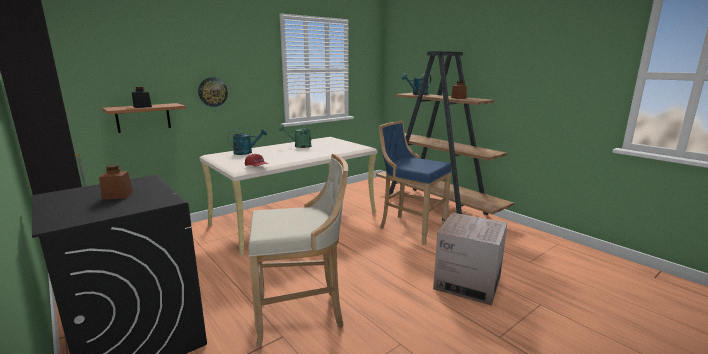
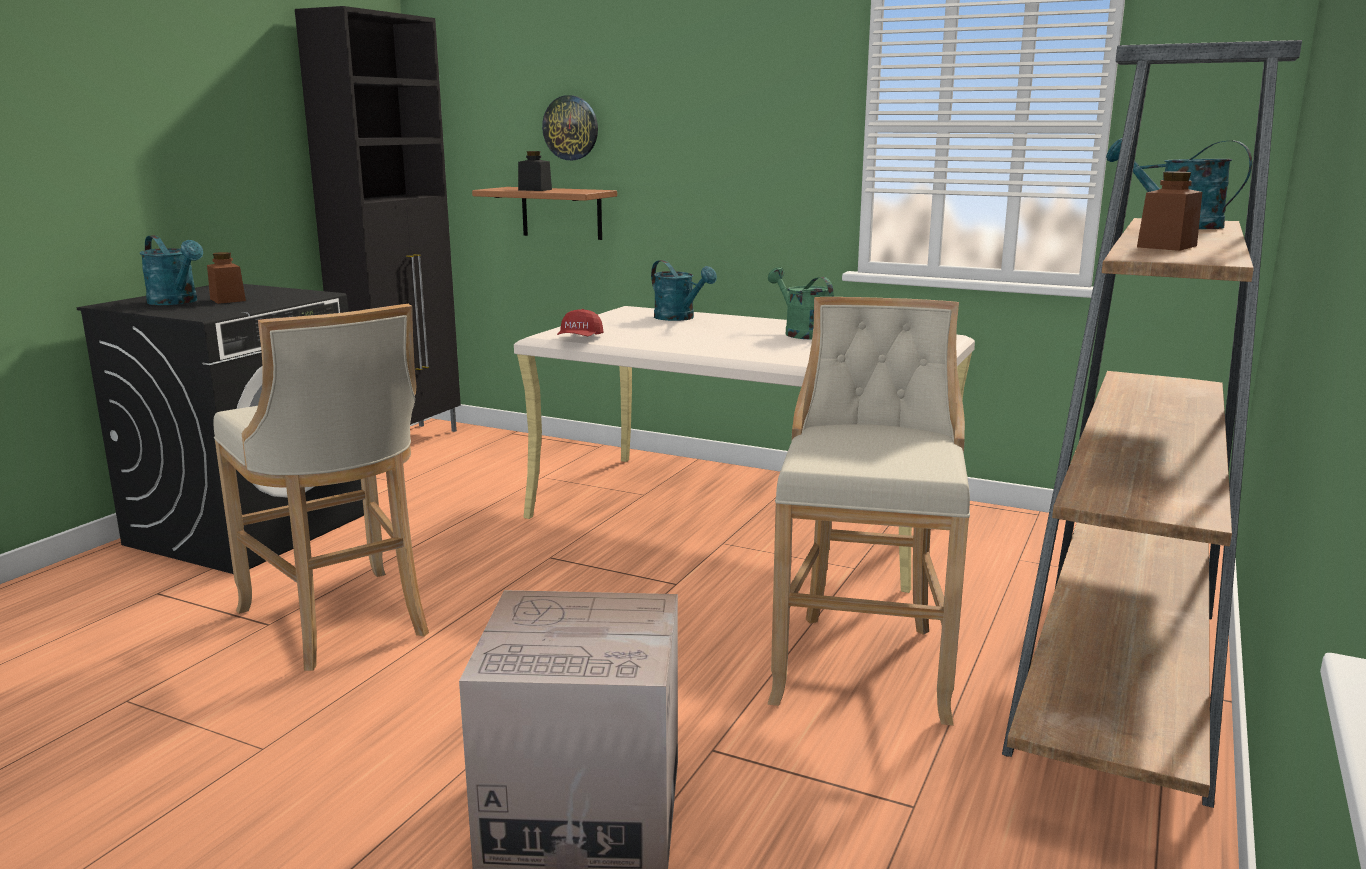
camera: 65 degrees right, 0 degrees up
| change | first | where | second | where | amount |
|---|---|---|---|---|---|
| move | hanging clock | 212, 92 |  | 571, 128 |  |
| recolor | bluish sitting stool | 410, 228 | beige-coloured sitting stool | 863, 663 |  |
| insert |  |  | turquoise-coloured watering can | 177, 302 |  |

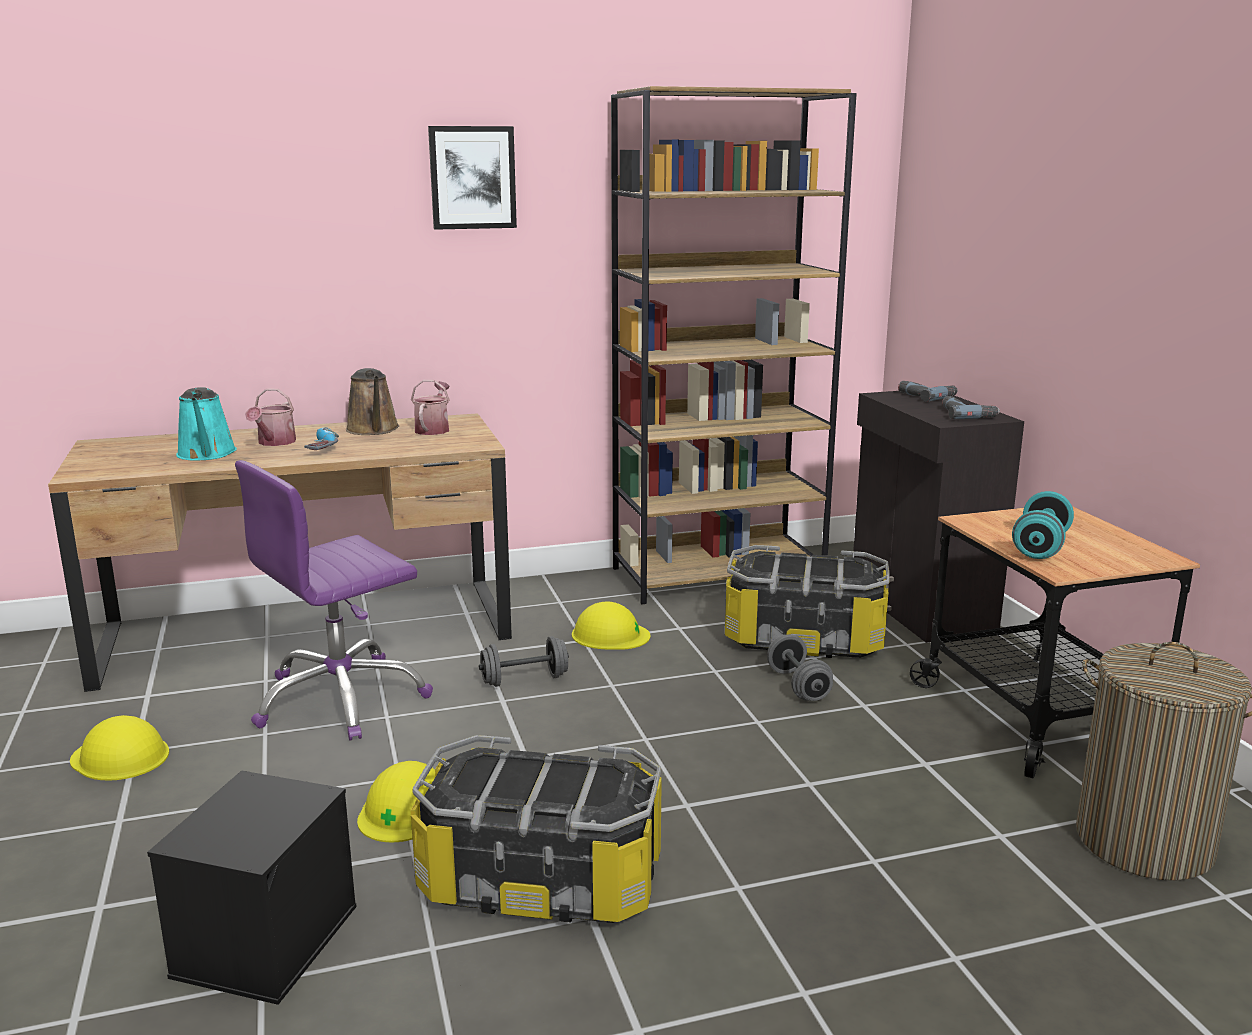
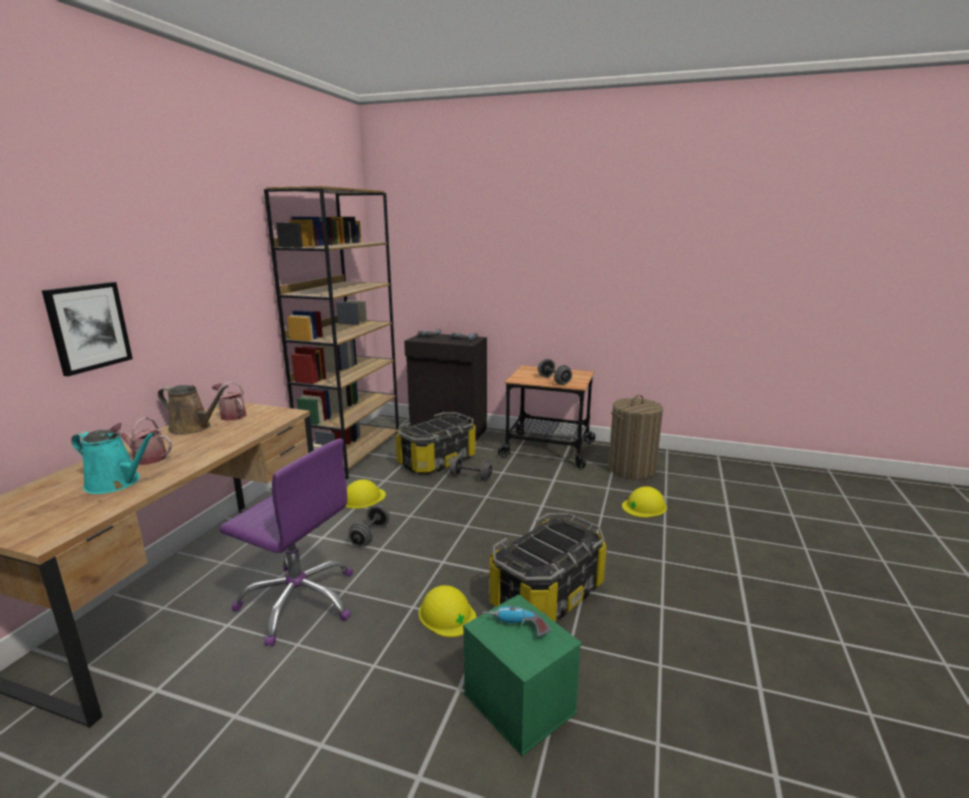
camera: 55 degrees left, 0 degrees up
| change | first | where | second | where | amount |
|---|---|---|---|---|---|
| move | yellowish hard hat | 120, 757 |  | 644, 506 |  |
| recolor | black-coloured storage bin | 265, 939 | green storage bin | 517, 703 |  |
| rotate | purple computer chair | 341, 699 |  | 299, 601 | 60 degrees counterclockwise |
| rotate | watering can | 274, 442 |  | 146, 458 | 150 degrees clockwise |
| move | power drill | 320, 448 |  | 516, 627 |  |
| move | wall picture | 472, 177 |  | 88, 327 |  |
| recolor | turquoise-coloured hand weight | 1040, 547 | grey hand weight | 554, 380 |  |

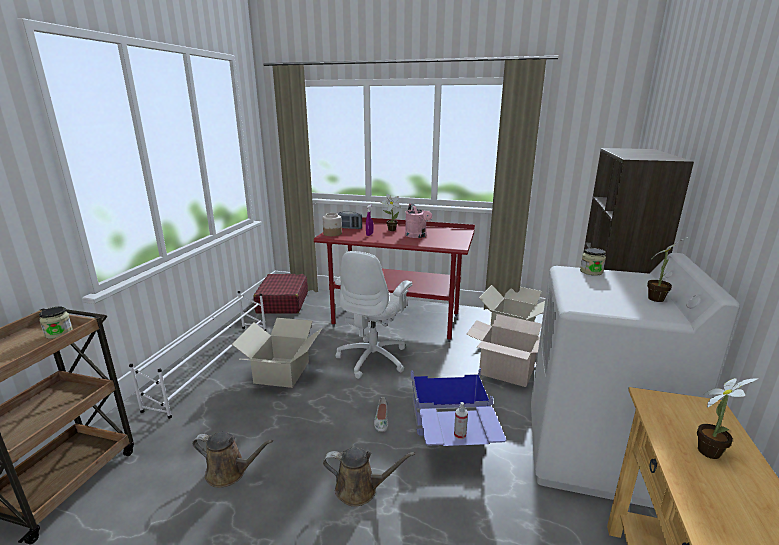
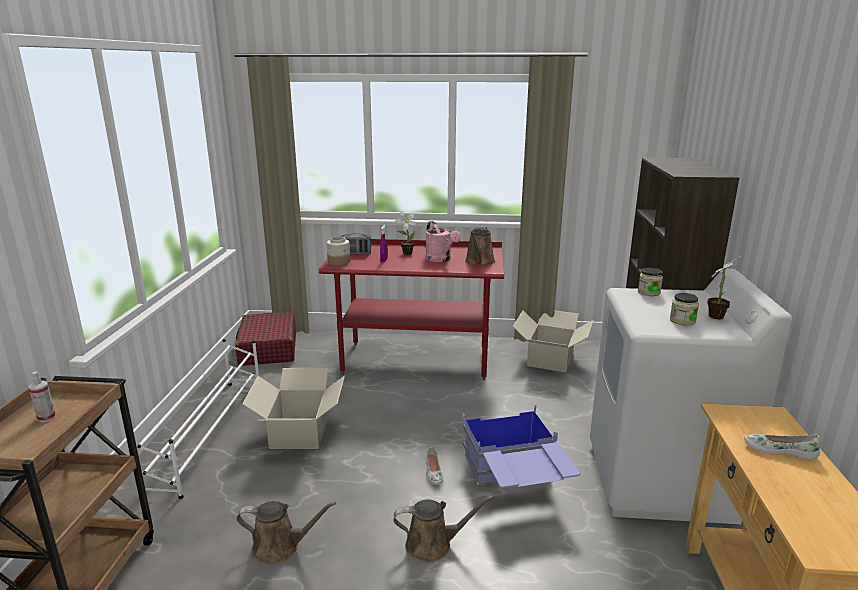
camera: 10 degrees left, 0 degrees up
| change | first | where | second | where | amount |
|---|---|---|---|---|---|
| move | preserve jar | 59, 333 |  | 682, 321 |  |
| delete | white-coloured computer chair | 374, 358 |  |  |  |
| move | hand sprayer | 460, 435 |  | 46, 417 |  |
| delete | cardboard box | 507, 371 |  |  |  |
| replace | potted plant | 710, 450 | white-coloured low shoe | 779, 450 |  |
| insert |  |  | brown-coloured watering can | 479, 262 |  |

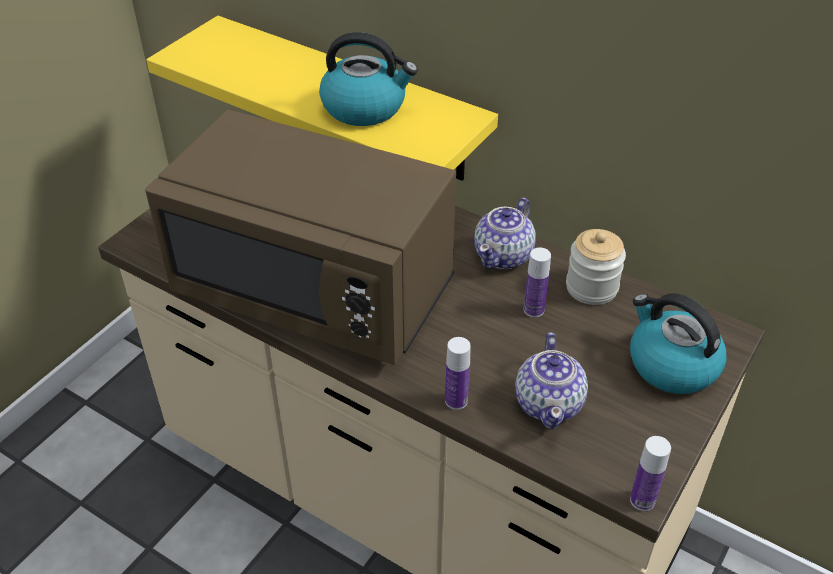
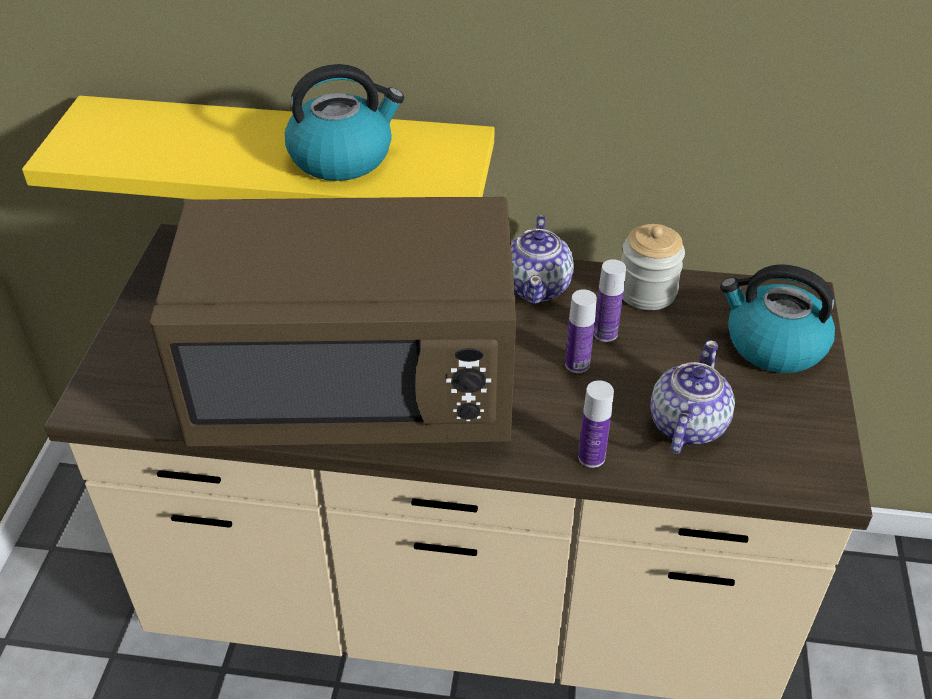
camera: 25 degrees left, 0 degrees up
| change | first | where | second | where | amount |
|---|---|---|---|---|---|
| rotate | pot for tea | 549, 403 |  | 686, 425 | 135 degrees counterclockwise |
| move | beverage bottle | 642, 500 |  | 577, 364 |  |

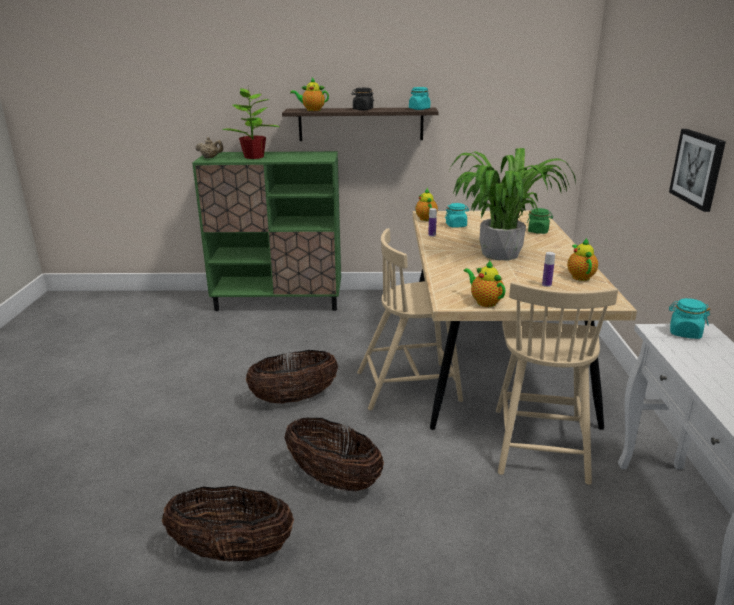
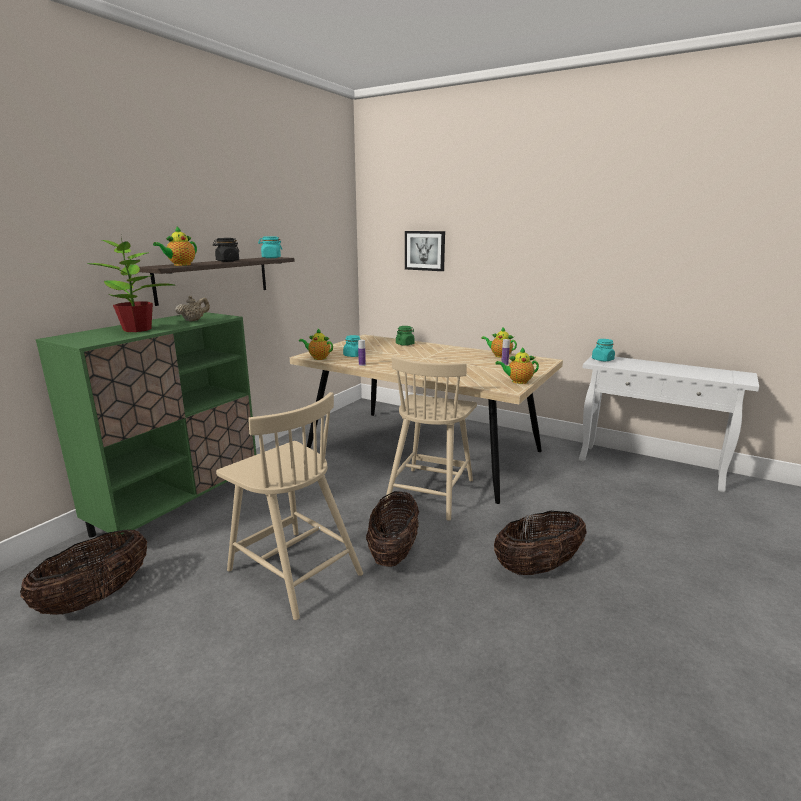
camera: 60 degrees left, 5 degrees down
| change | first | where | second | where | amount |
|---|---|---|---|---|---|
| move | storage basket | 232, 551 |  | 96, 597 |  |
| move | beige-coloured pot for tea | 210, 158 |  | 194, 320 |  |
| delete | potted plant | 499, 254 |  |  |  |
| move | beige-coloured upright chair | 539, 443 |  | 293, 571 |  |
| move | wall picture | 698, 168 |  | 425, 250 |  |

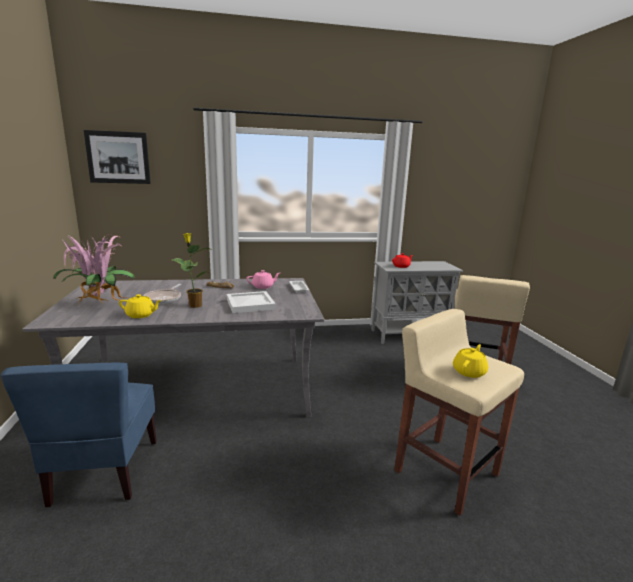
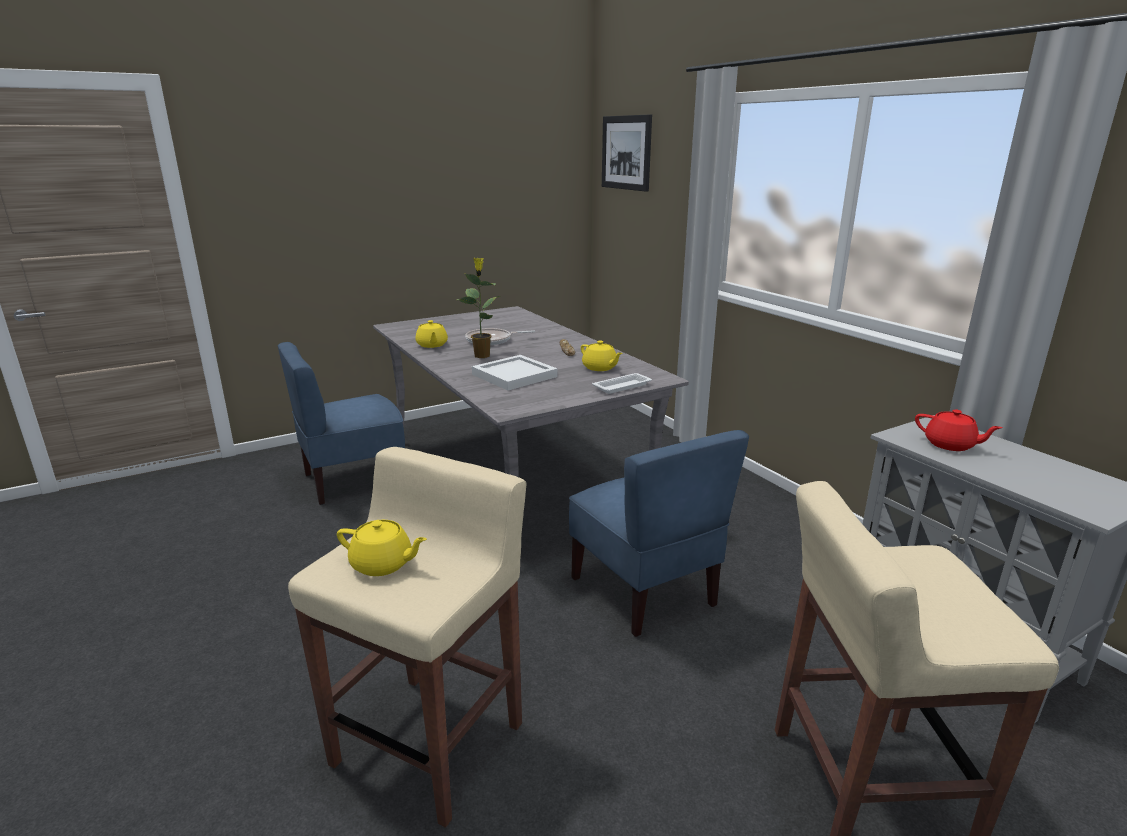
camera: 70 degrees right, 5 degrees up
| change | first | where | second | where | amount |
|---|---|---|---|---|---|
| delete | potted plant | 99, 304 |  |  |  |
| recolor | pinkish pot for tea | 263, 286 | yellowish pot for tea | 600, 368 |  |
| insert |  |  | bluish upright chair | 645, 591 |  |

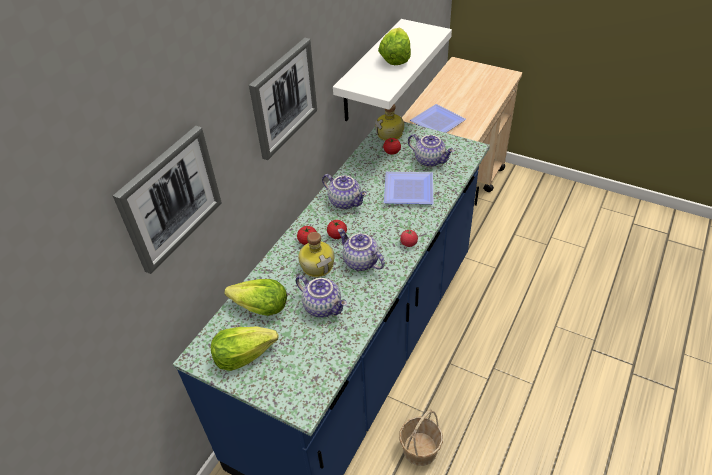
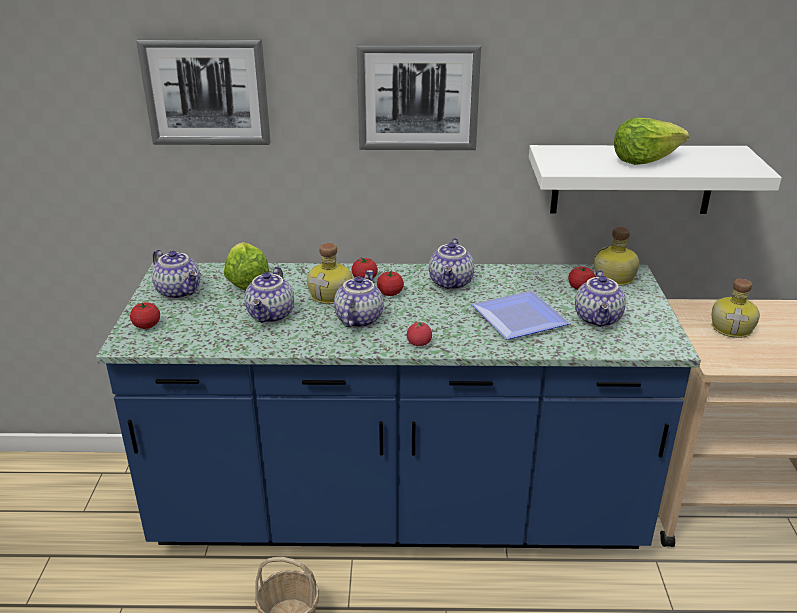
camera: 60 degrees right, 15 degrees down
| change | first | where | second | where | amount |
|---|---|---|---|---|---|
| replace | lettuce | 244, 354 | pot for tea | 180, 291 |  |
| replace | plate | 437, 121 | beverage bottle | 732, 328 |  |
| insert |  |  | tomato | 147, 325 |  |

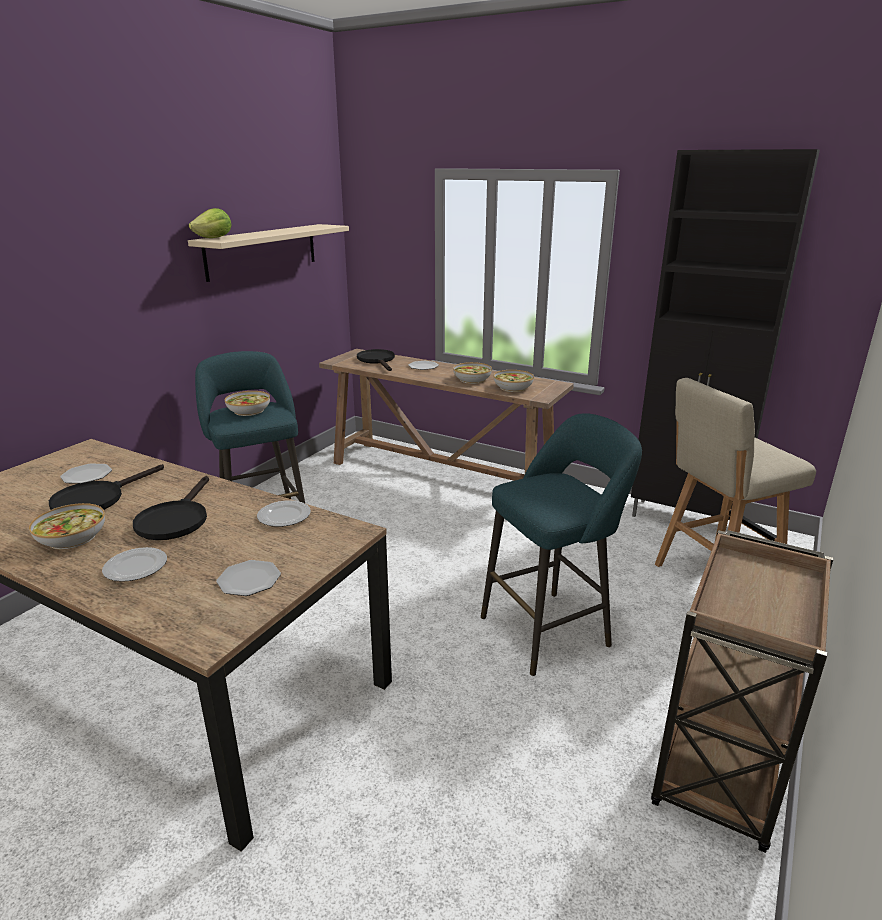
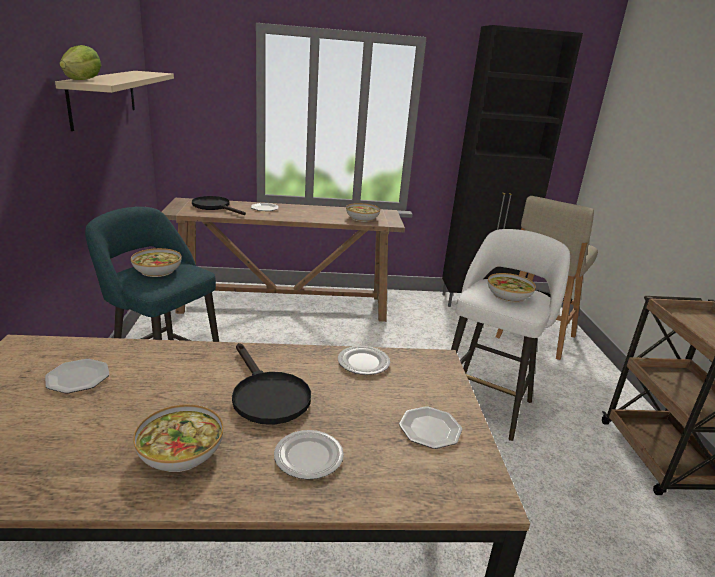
camera: 35 degrees left, 0 degrees up
| change | first | where | second | where | amount |
|---|---|---|---|---|---|
| delete | black-coloured frying pan | 97, 498 |  |  |  |
| move | bowl | 472, 379 |  | 508, 295 |  |
| recolor | turquoise-coloured sitting stool | 550, 629 | white-coloured sitting stool | 486, 402 |  |

